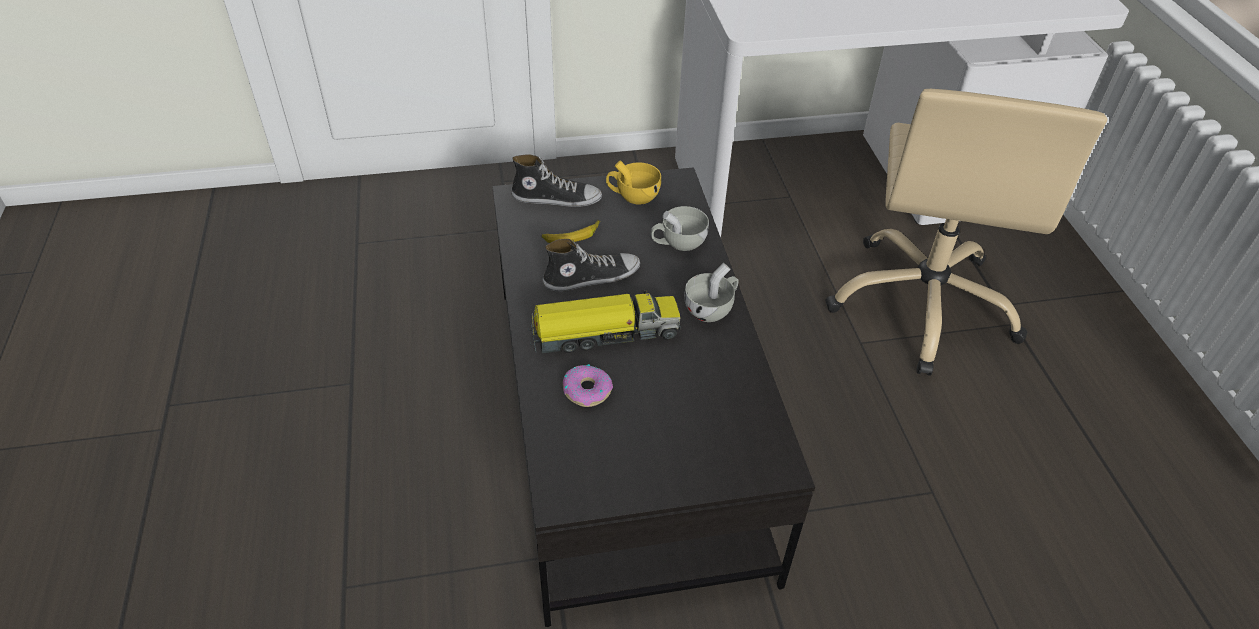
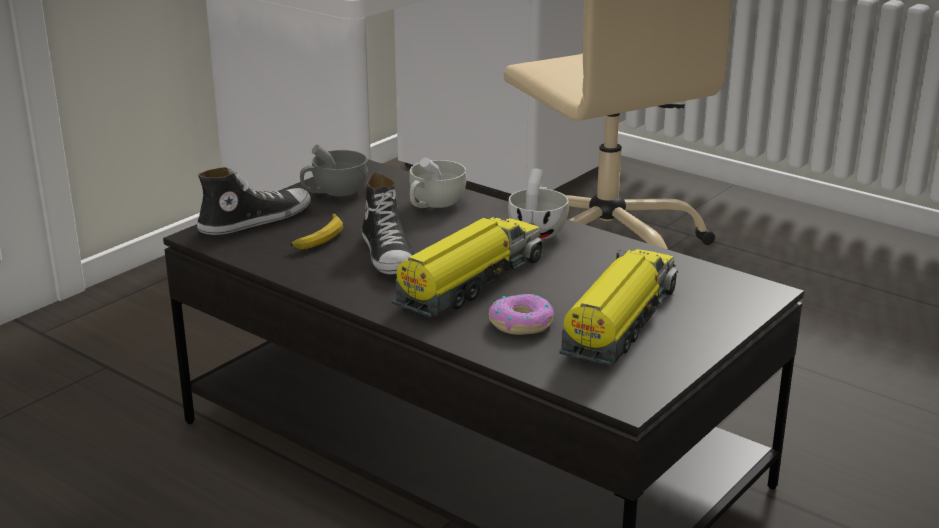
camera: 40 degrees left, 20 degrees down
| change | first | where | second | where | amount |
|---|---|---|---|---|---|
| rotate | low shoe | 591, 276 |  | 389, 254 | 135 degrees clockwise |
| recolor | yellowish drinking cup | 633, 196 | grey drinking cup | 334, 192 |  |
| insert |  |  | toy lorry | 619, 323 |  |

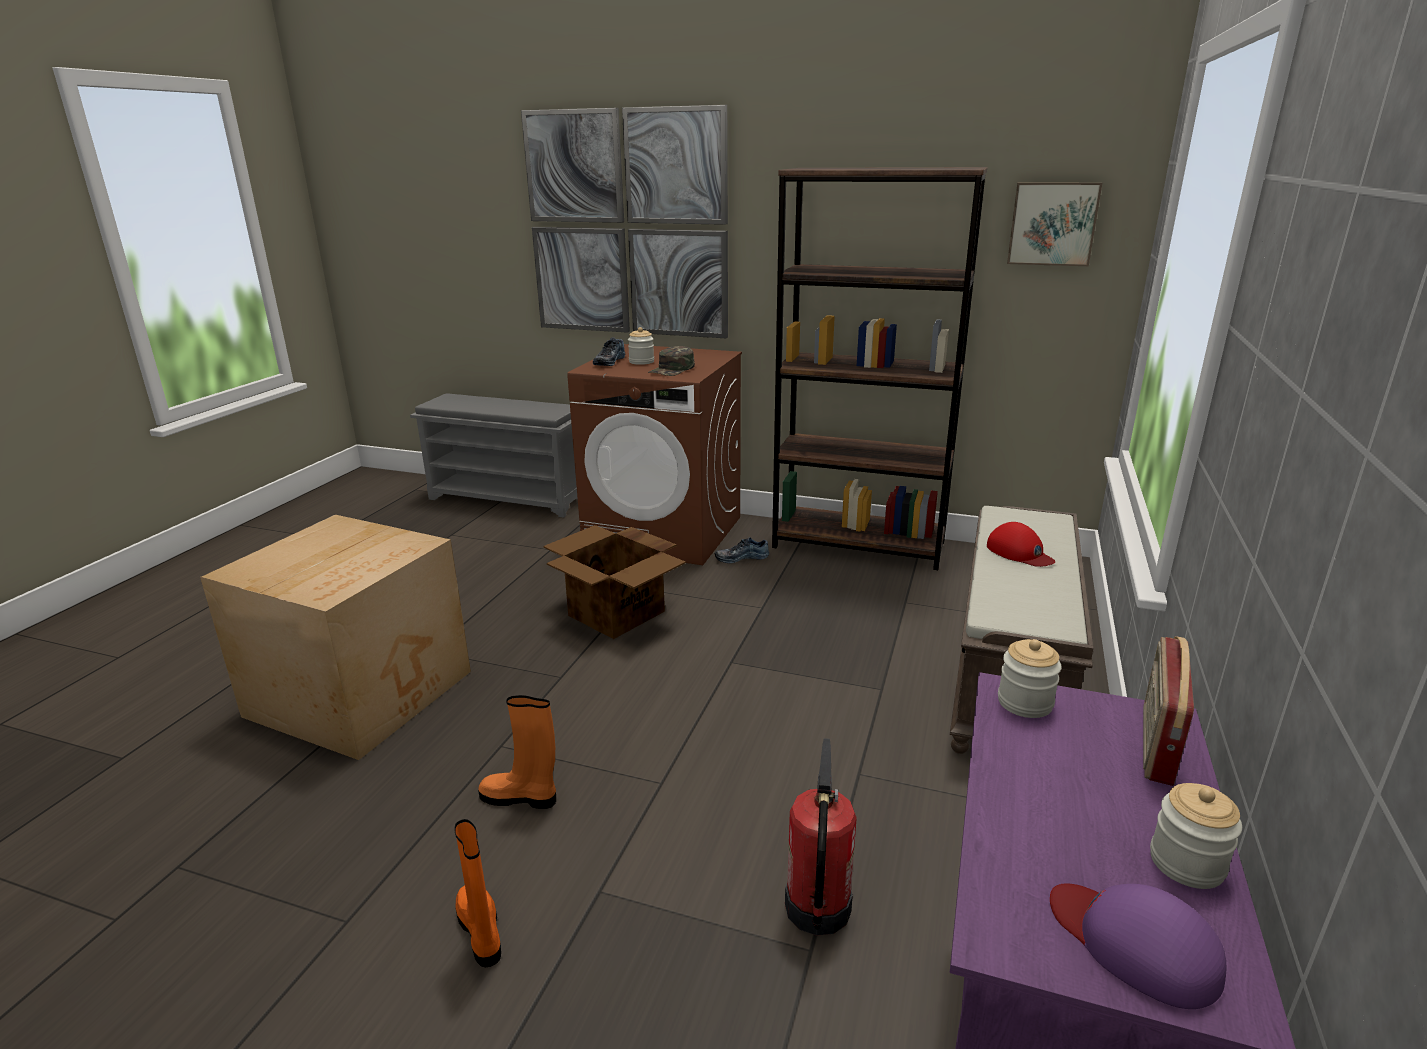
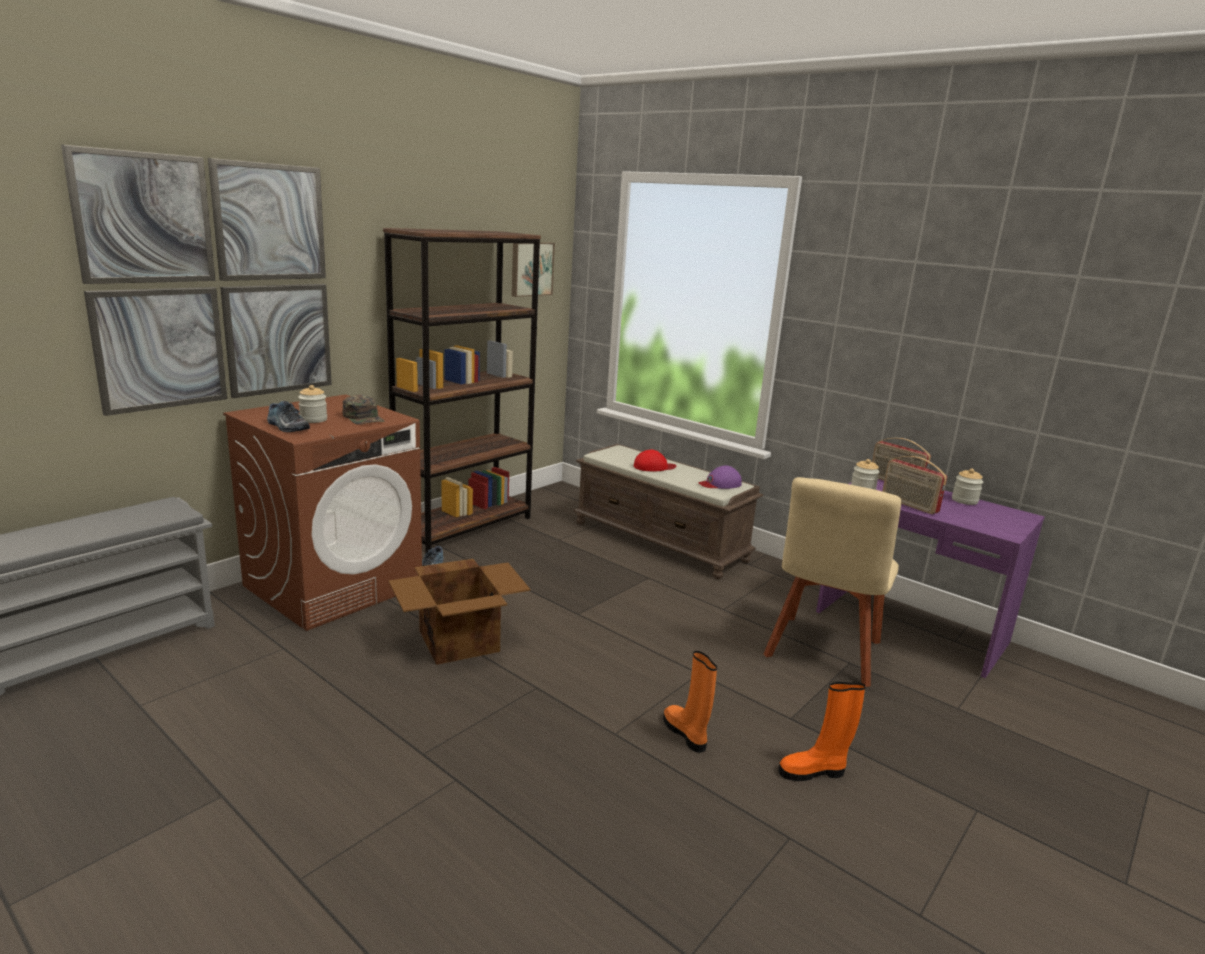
camera: 70 degrees left, 5 degrees down
| change | first | where | second | where | amount |
|---|---|---|---|---|---|
| delete | cardboard box | 364, 692 |  |  |  |
| rotate | orange-coloured high-top boot | 521, 798 |  | 686, 734 | 120 degrees clockwise |
| replace | extinguisher | 817, 909 | beige-coloured upright chair | 822, 652 |  |
| move | purple peaked cap | 1134, 943 |  | 720, 484 |  |
| insert |  |  | radio receiver | 909, 505 |  |

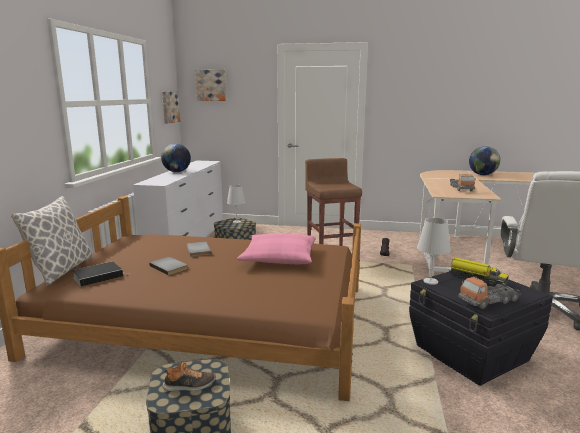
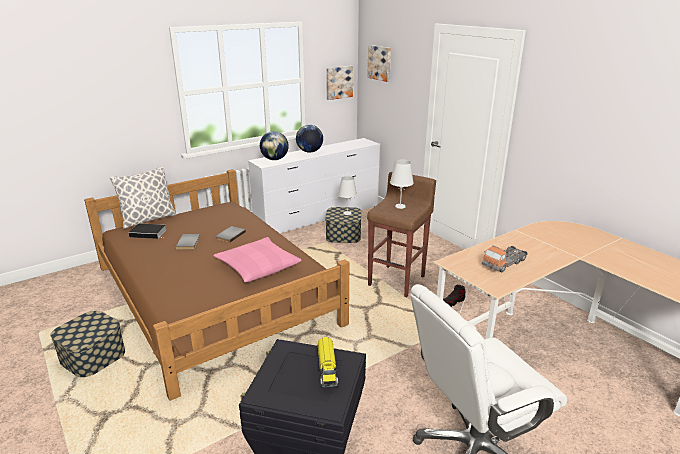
camera: 45 degrees right, 10 degrees up
| change | first | where | second | where | amount |
|---|---|---|---|---|---|
| delete | low shoe | 189, 385 |  |  |  |
| move | white-coloured table lamp | 430, 281 |  | 400, 206 |  |
| delete | toy lorry | 488, 301 |  |  |  |
| move | desk globe | 482, 175 |  | 274, 159 |  |

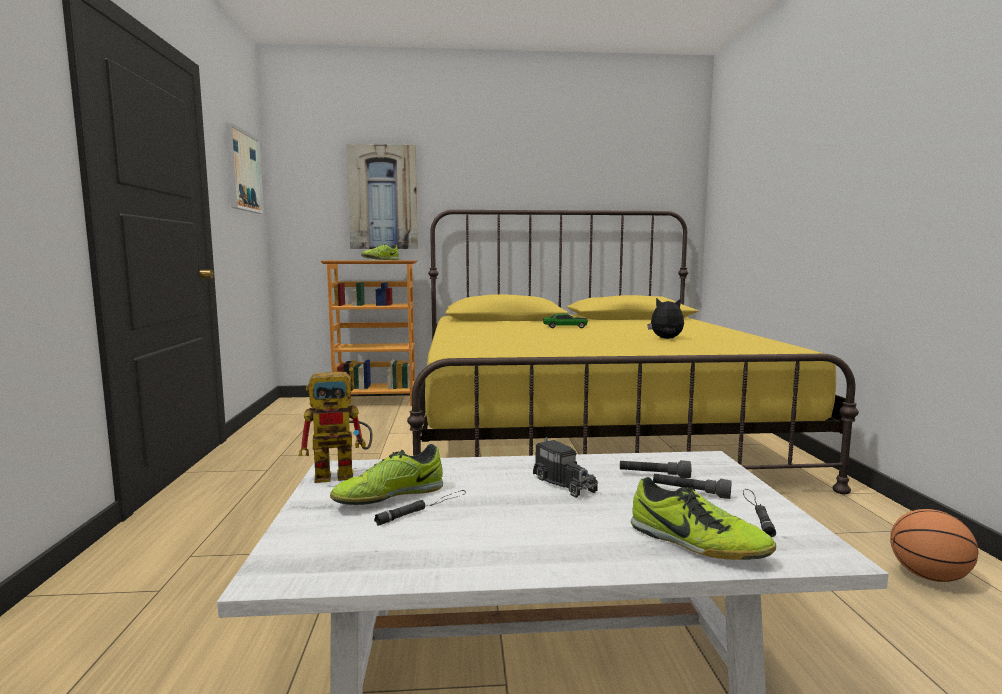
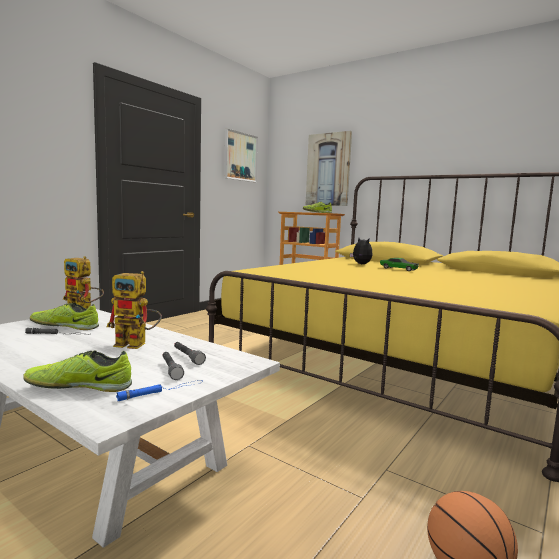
camera: 40 degrees right, 0 degrees up
| change | first | where | second | where | amount |
|---|---|---|---|---|---|
| replace | toy lorry | 562, 482 | model robot | 137, 344 |  |
| rotate | low shoe | 696, 544 |  | 80, 386 | 90 degrees clockwise |
| move | cuddly toy | 666, 339 |  | 360, 264 |  |
| recolor | black-coloured hand torch | 757, 512 | bluish hand torch | 162, 390 |  |

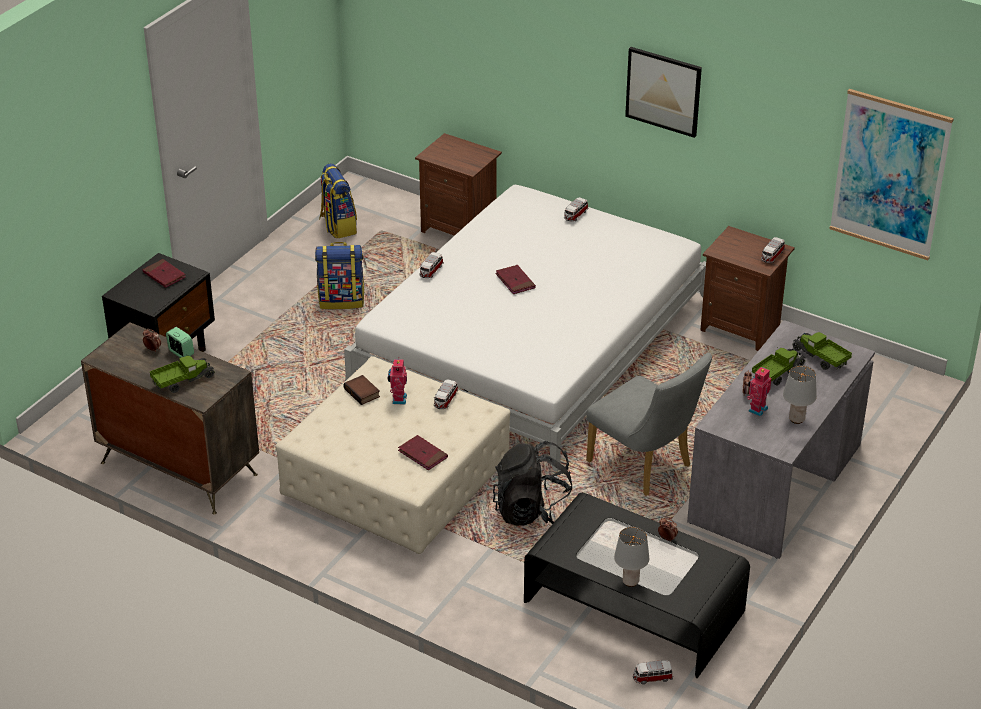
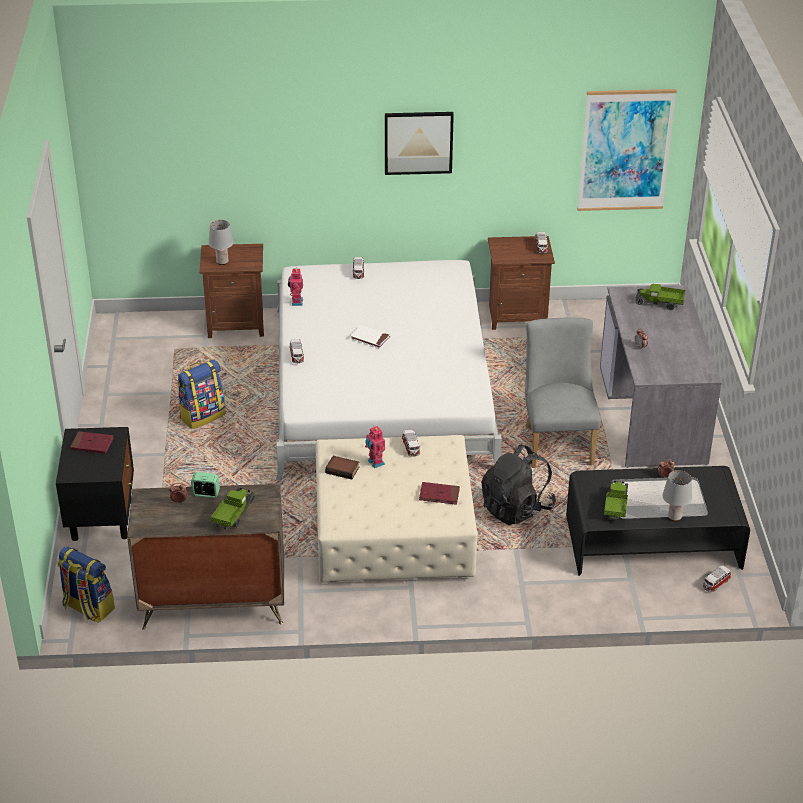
camera: 35 degrees left, 0 degrees up
| change | first | where | second | where | amount |
|---|---|---|---|---|---|
| move | knapsack | 338, 226 |  | 87, 607 |  |
| recolor | reddish volume | 515, 281 | white-coloured volume | 370, 338 |  |
| rotate | grey upright chair | 645, 466 |  | 557, 441 | 105 degrees counterclockwise |
| move | model robot | 756, 409 |  | 296, 302 |  |
| move | toy lorry | 777, 373 |  | 615, 506 |  |
| move | grey table lamp | 797, 419 |  | 222, 262 |  |

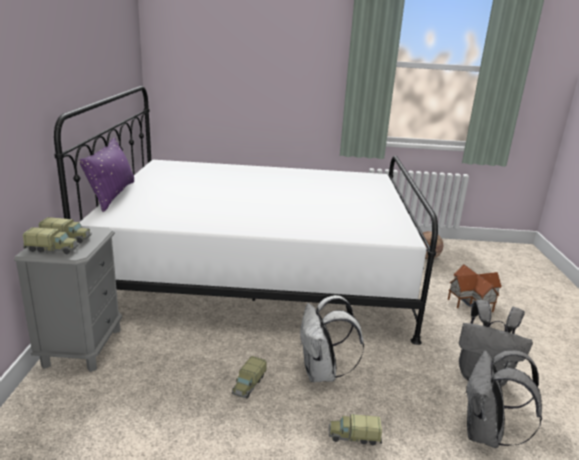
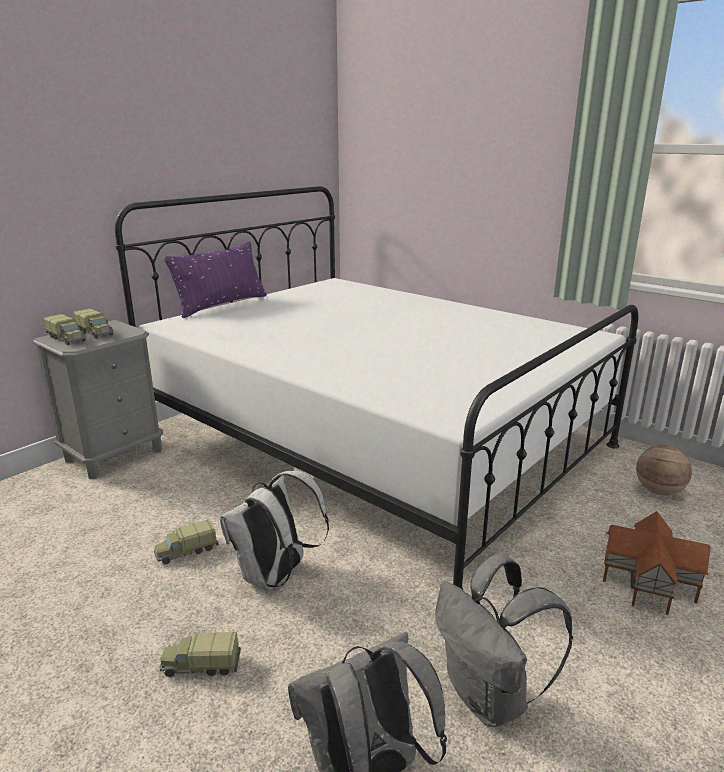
camera: 40 degrees right, 0 degrees up
| change | first | where | second | where | amount |
|---|---|---|---|---|---|
| rotate | toy lorry | 354, 436 |  | 201, 665 | 45 degrees counterclockwise |

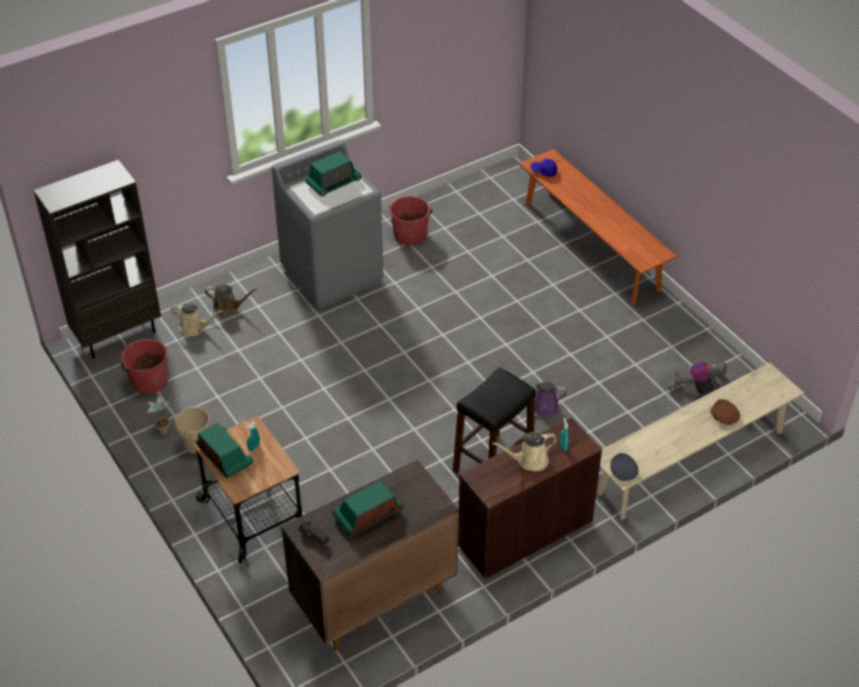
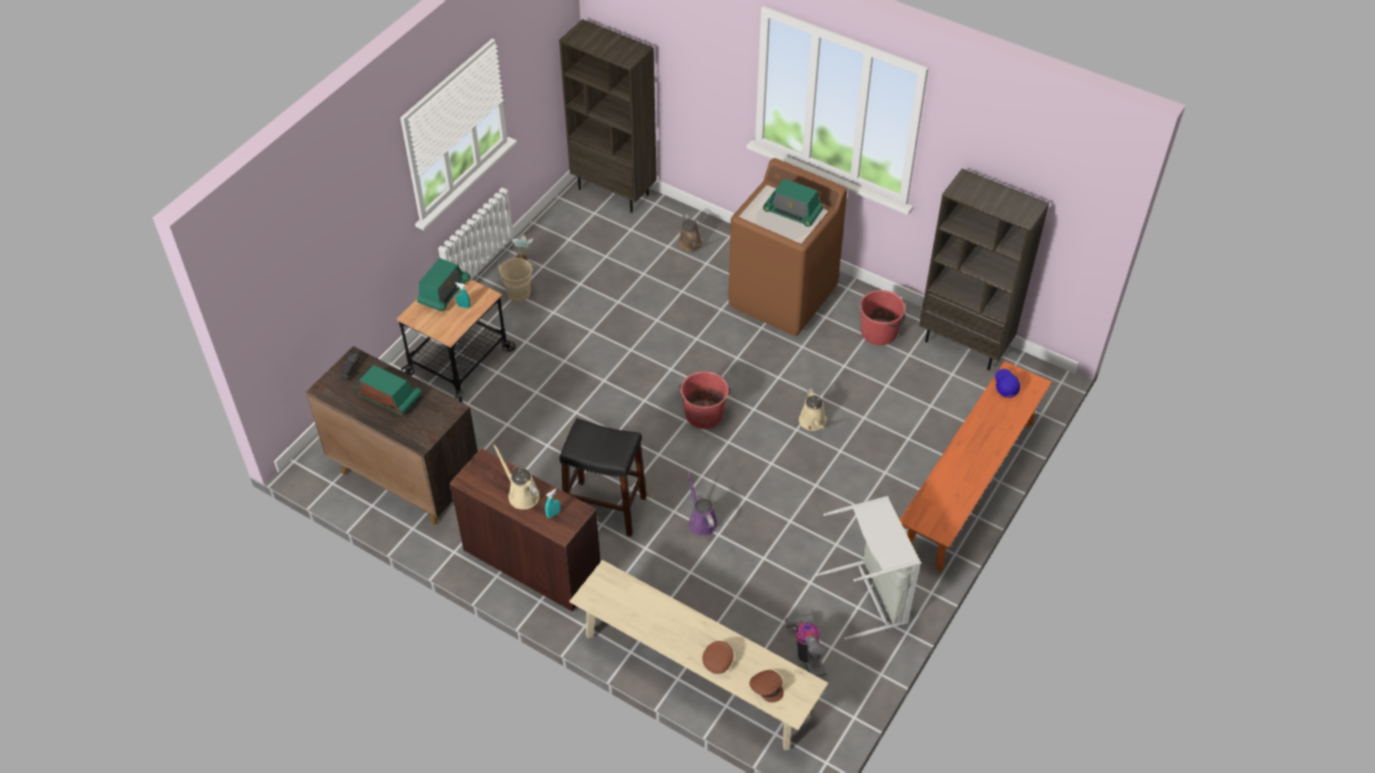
camera: 65 degrees right, 5 degrees up
| change | first | where | second | where | amount |
|---|---|---|---|---|---|
| move | reddish bucket | 149, 380 |  | 704, 414 |  |
| move | beige-coloured watering can | 194, 328 |  | 813, 422 |  |
| recolor | grey laundry appliance | 332, 274 | brown-coloured laundry appliance | 783, 297 |  |
| delete | grey peaked cap | 622, 471 |  |  |  |
| insert |  |  | brown-coloured peaked cap | 767, 687 |  |
| insert |  |  | grey hamper | 871, 596 |  |
| insert |  |  | brown-coloured shelving unit | 965, 344 |  |

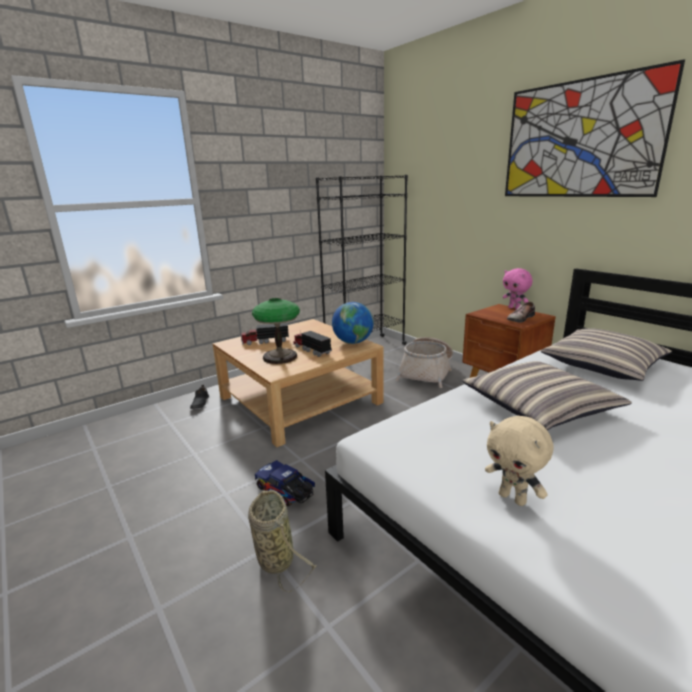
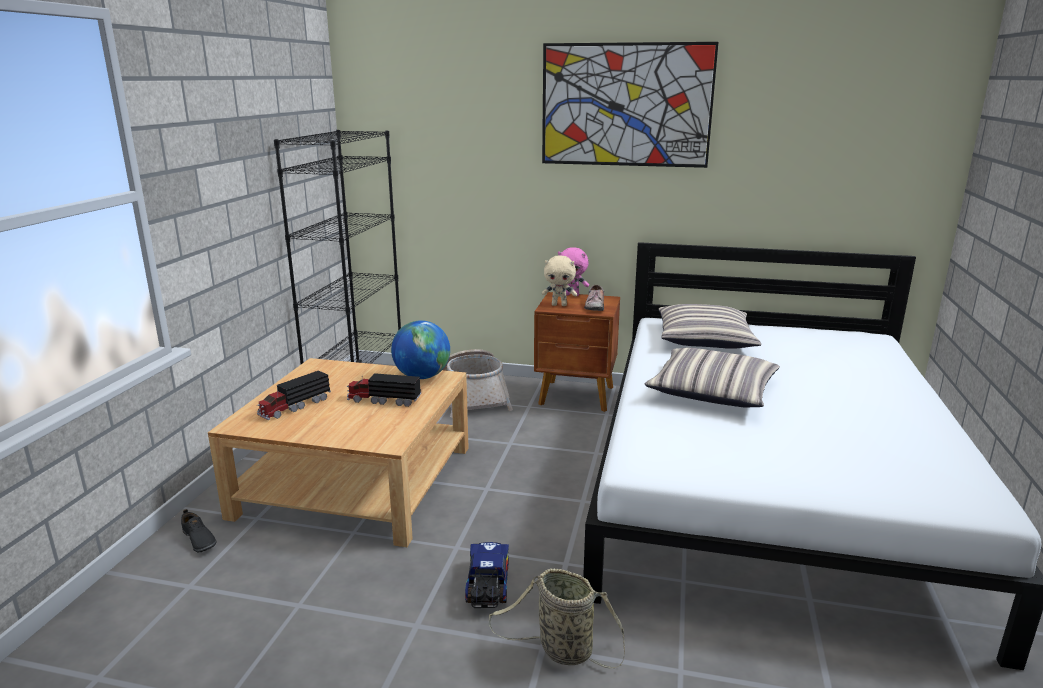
camera: 40 degrees left, 0 degrees up
| change | first | where | second | where | amount |
|---|---|---|---|---|---|
| delete | table lamp | 279, 357 |  |  |  |
| rotate | toy lorry | 286, 492 |  | 487, 587 | 90 degrees clockwise |
| move | beige-coloured cuddly toy | 513, 498 |  | 559, 305 |  |

